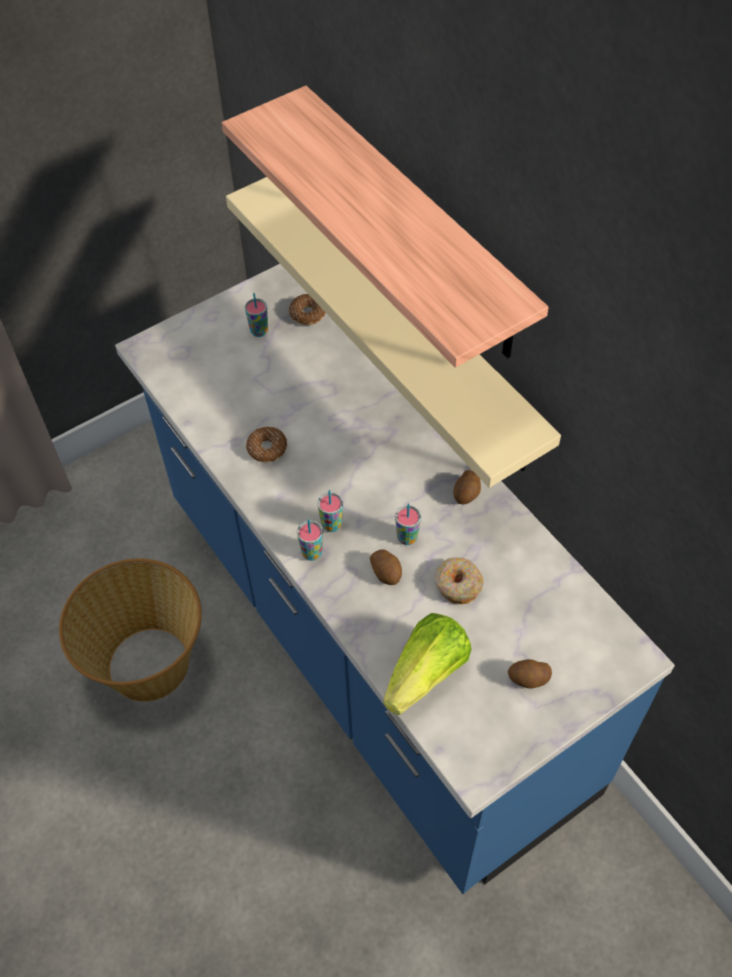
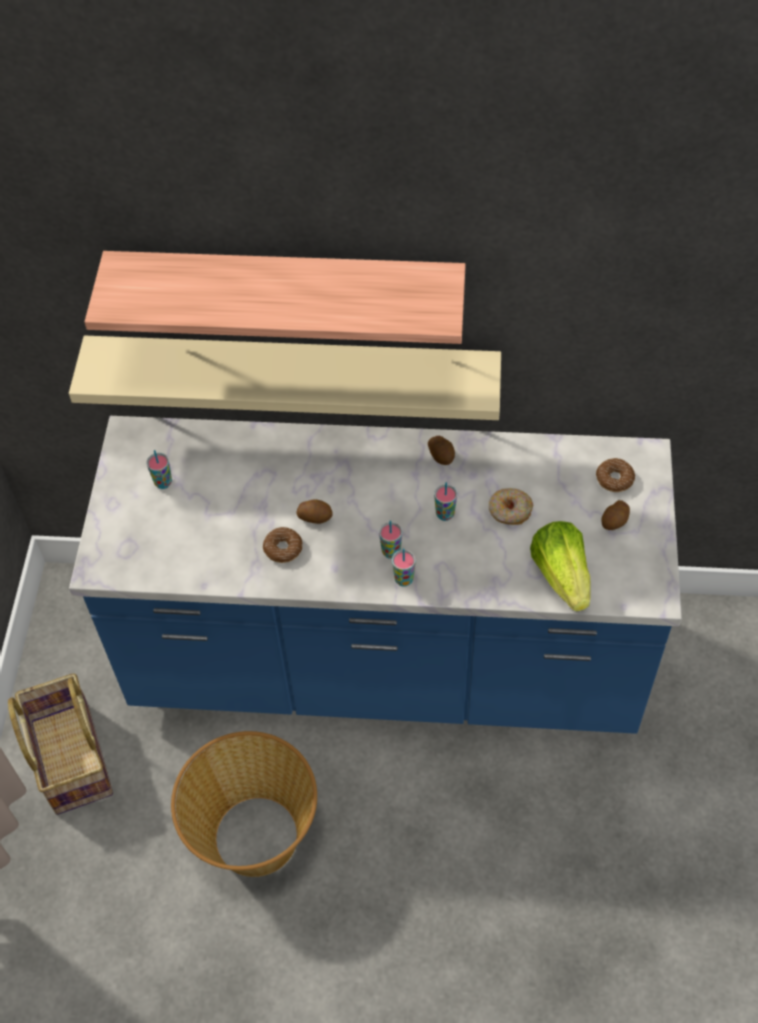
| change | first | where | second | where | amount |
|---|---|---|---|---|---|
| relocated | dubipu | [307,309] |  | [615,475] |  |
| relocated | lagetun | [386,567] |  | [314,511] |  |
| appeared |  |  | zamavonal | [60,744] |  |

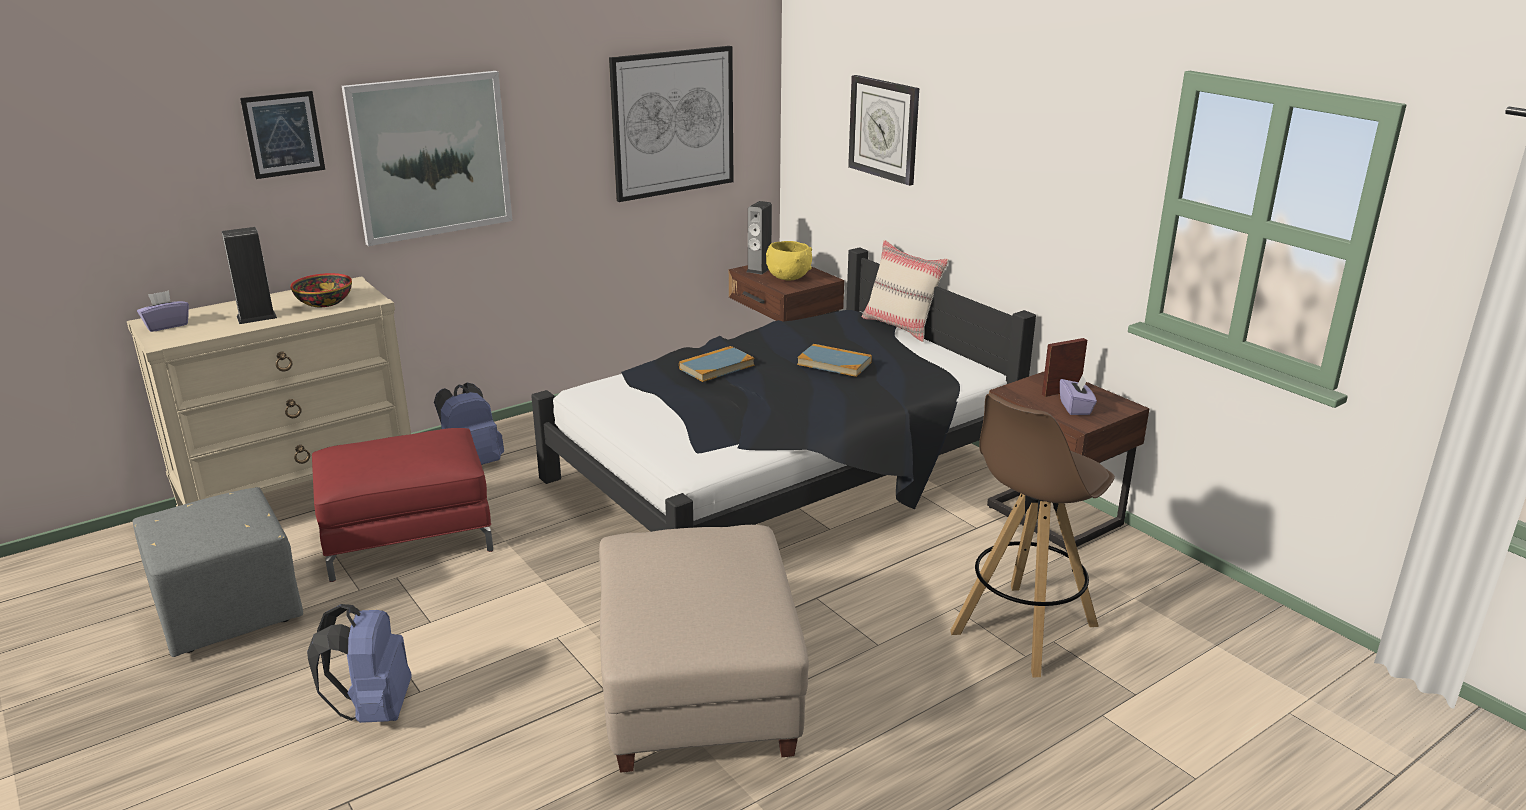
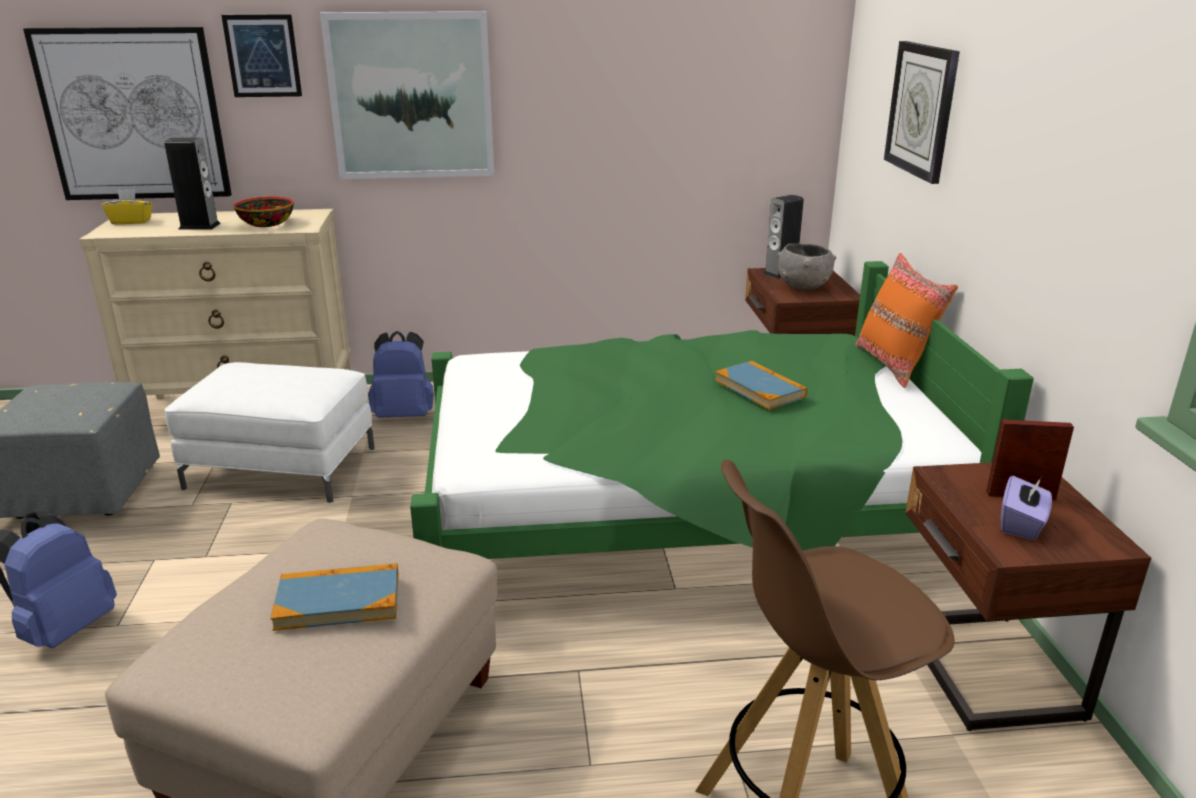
| change | first | where | second | where | amount |
|---|---|---|---|---|---|
| relocated | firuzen | [671,124] |  | [127,113] |  |
| colour | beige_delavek | [905,291] | orange_delavek | [906,320] |  |
| colour | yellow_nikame | [789,261] | grey_nikame | [806,266] |  |
| colour | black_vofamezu | [783,389] | green_vofamezu | [722,410] |  |
| colour | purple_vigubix | [163,311] | yellow_vigubix | [127,206] |  |
| relocated | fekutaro | [716,364] |  | [335,597] |  |
| colour | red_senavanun | [402,505] | white_senavanun | [270,432] |  |

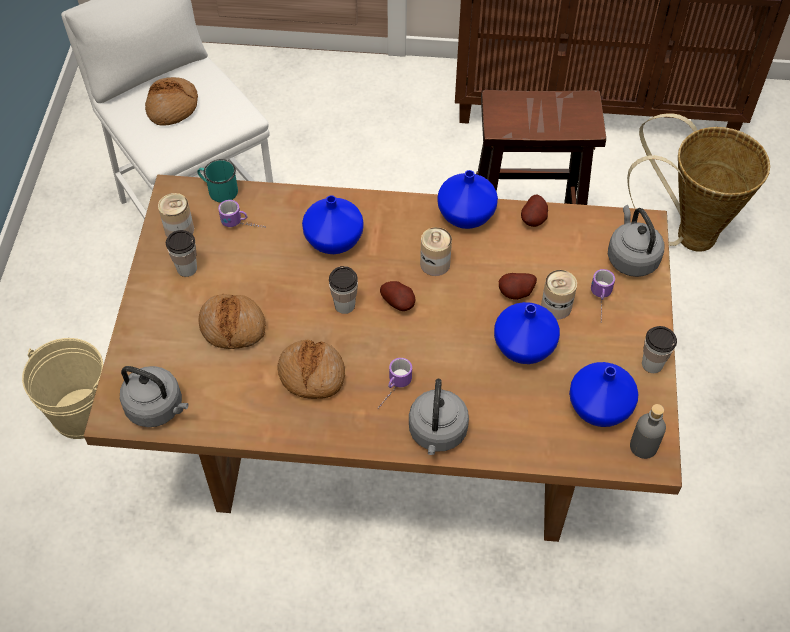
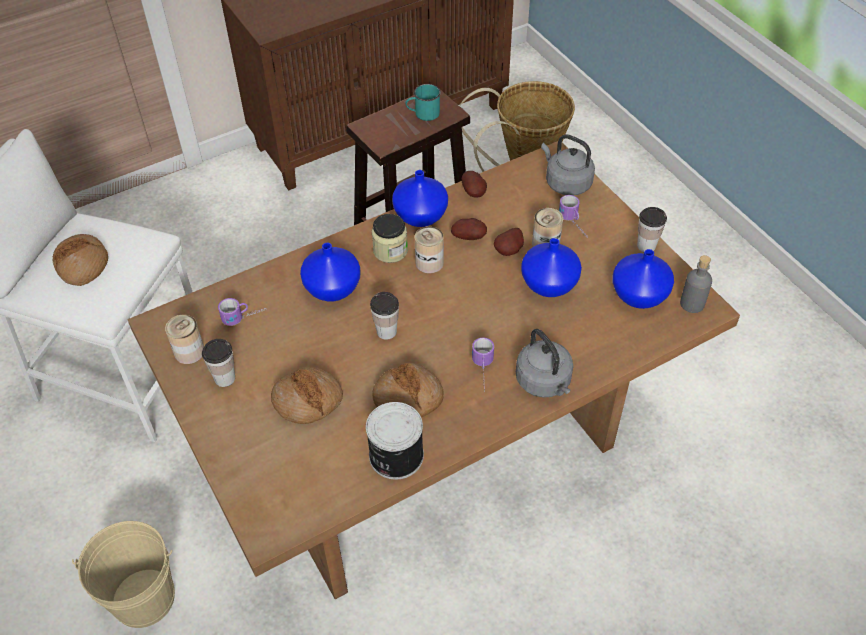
| change | first | where | second | where | amount |
|---|---|---|---|---|---|
| relocated | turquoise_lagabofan | [217,181] |  | [423,102] |  |
| relocated | lagetun | [397,296] |  | [469,229] |  |
| missing | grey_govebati | [154,396] |  |  |  |
| appeared |  |  | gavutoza | [390,238] |  |
| appeared |  |  | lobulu | [395,440] |  |

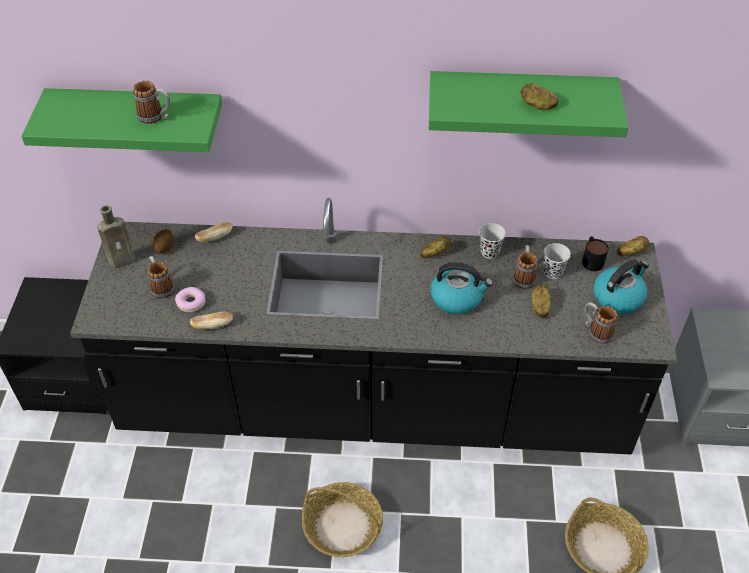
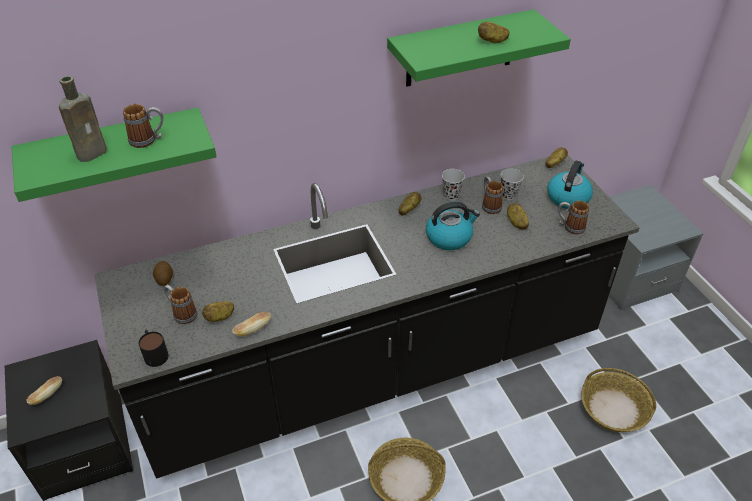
| change | first | where | second | where | amount |
|---|---|---|---|---|---|
| relocated | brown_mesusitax | [116,236] |  | [83,119] |  |
| relocated | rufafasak | [214,232] |  | [44,390] |  |
| relocated | lagabofan | [595,253] |  | [154,348] |  |
| exchanged | dubipu | [190,299] | lagetun | [218,311] |  |

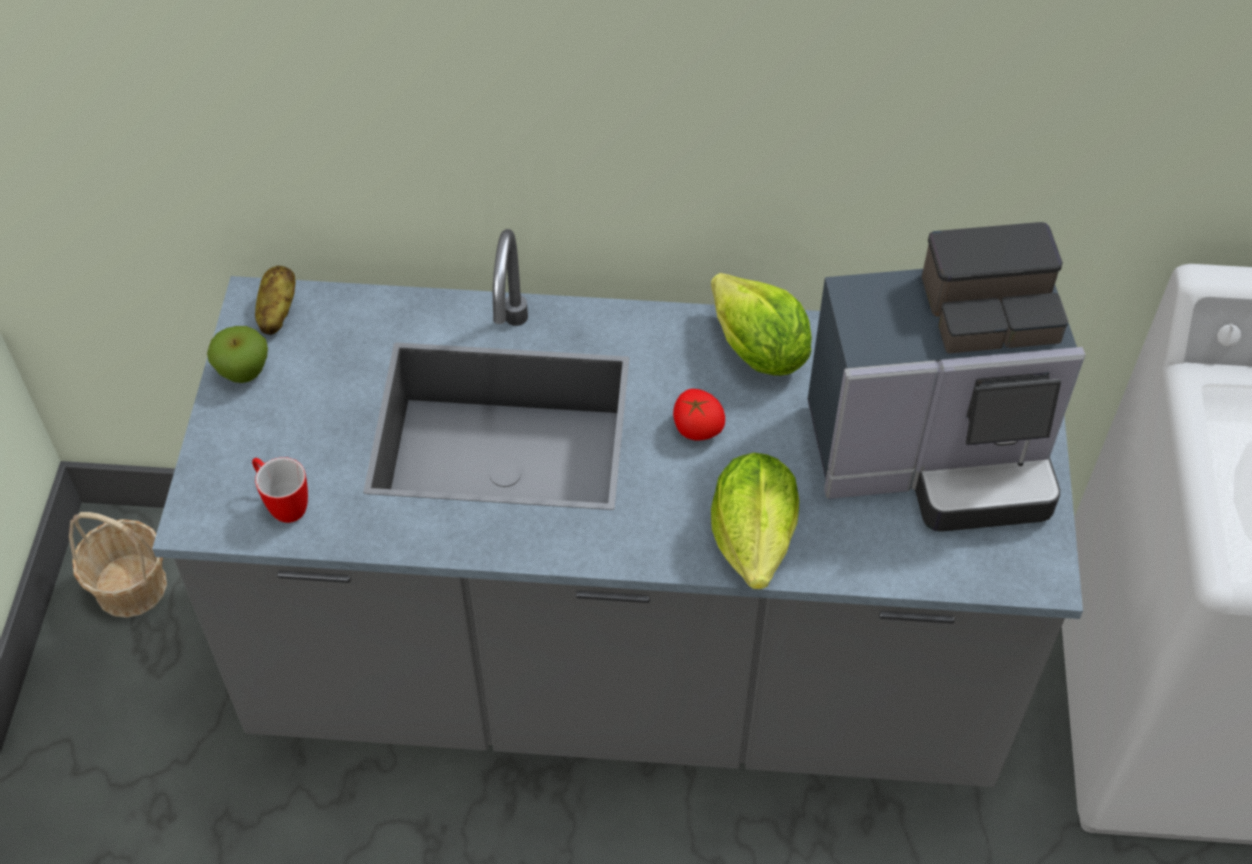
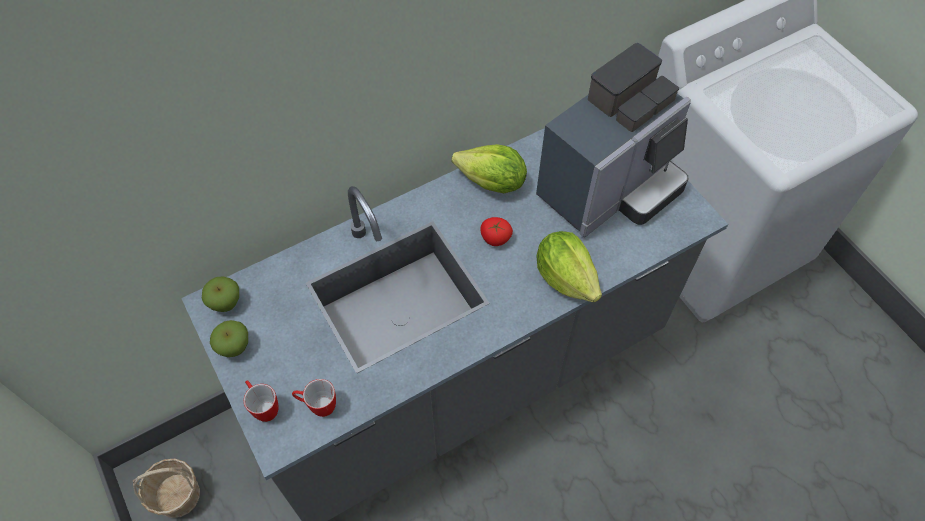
| change | first | where | second | where | amount |
|---|---|---|---|---|---|
| exchanged | lagetun | [275,300] | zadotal | [220,294] |  |
| appeared |  |  | lagabofan | [261,401] |  |

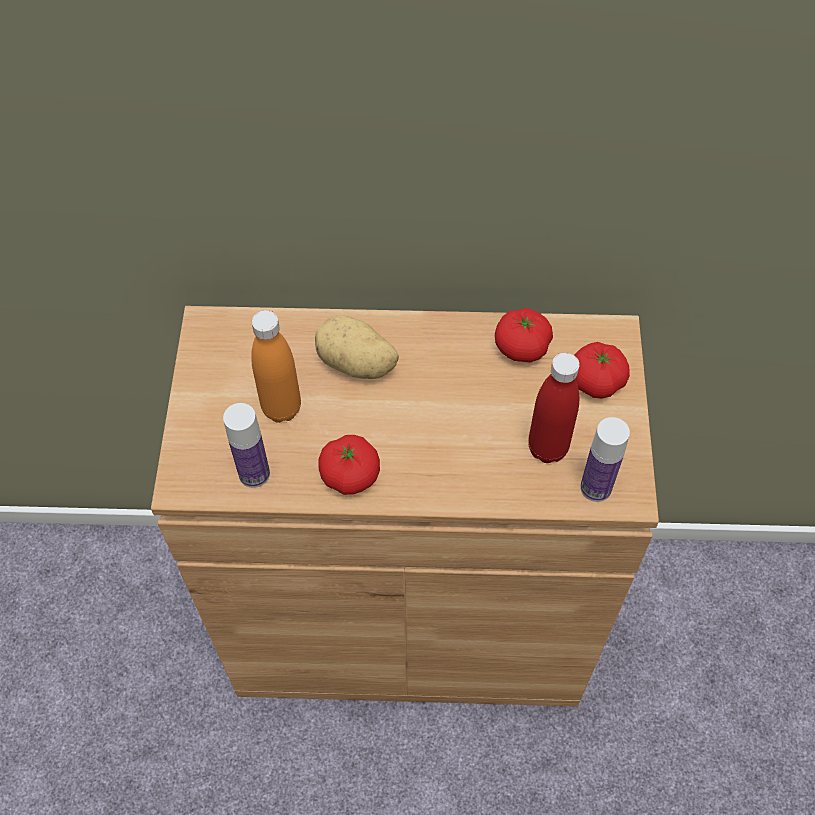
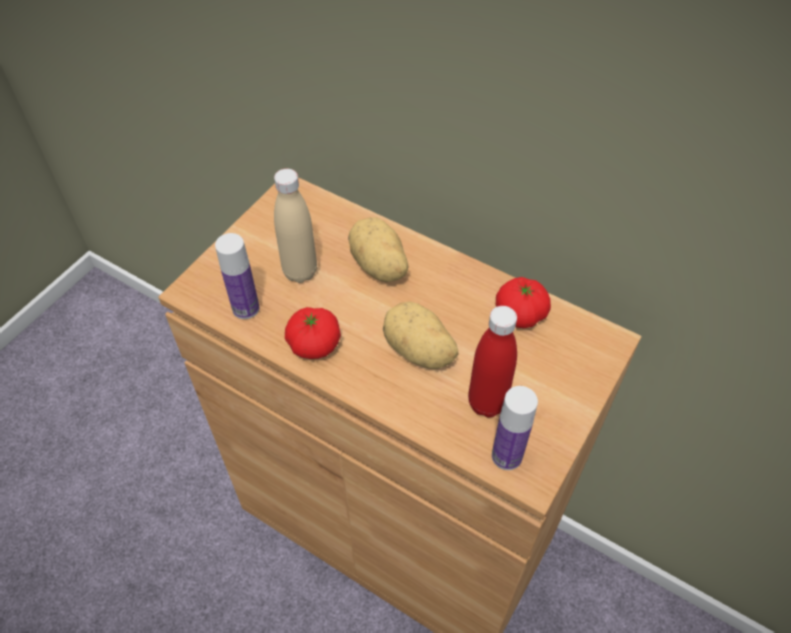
| change | first | where | second | where | amount |
|---|---|---|---|---|---|
| colour | orange_mesusitax | [276,366] | beige_mesusitax | [295,226] |  |
| missing | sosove | [602,370] |  |  |  |
| appeared |  |  | lagetun | [420,335] |  |

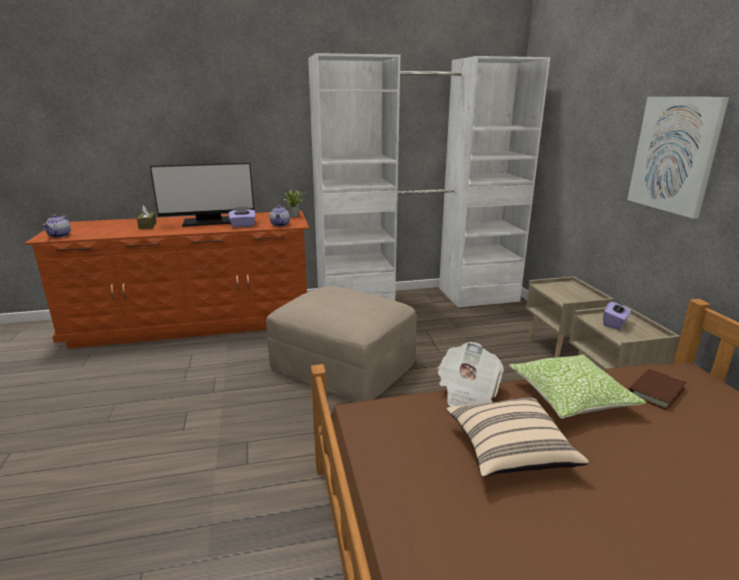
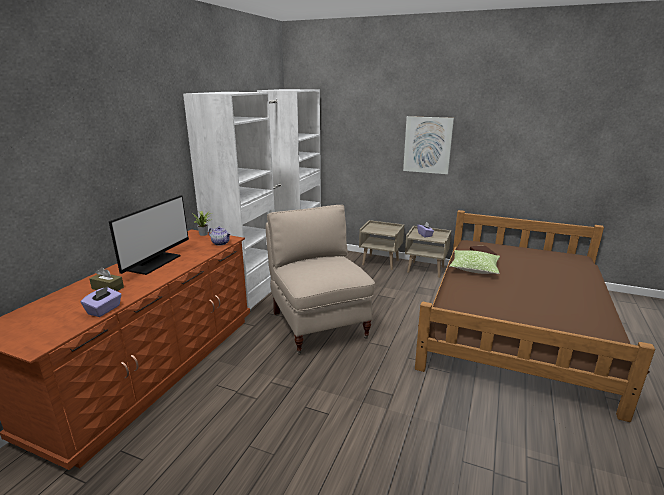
| change | first | where | second | where | amount |
|---|---|---|---|---|---|
| relocated | purple_vigubix | [242,217] |  | [101,301] |  |
| missing | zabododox | [57,226] |  |  |  |
| exchanged | beige_senavanun | [341,344] | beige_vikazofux | [320,280] |  |
| missing | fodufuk | [470,374] |  |  |  |
| missing | beige_delavek | [518,438] |  |  |  |

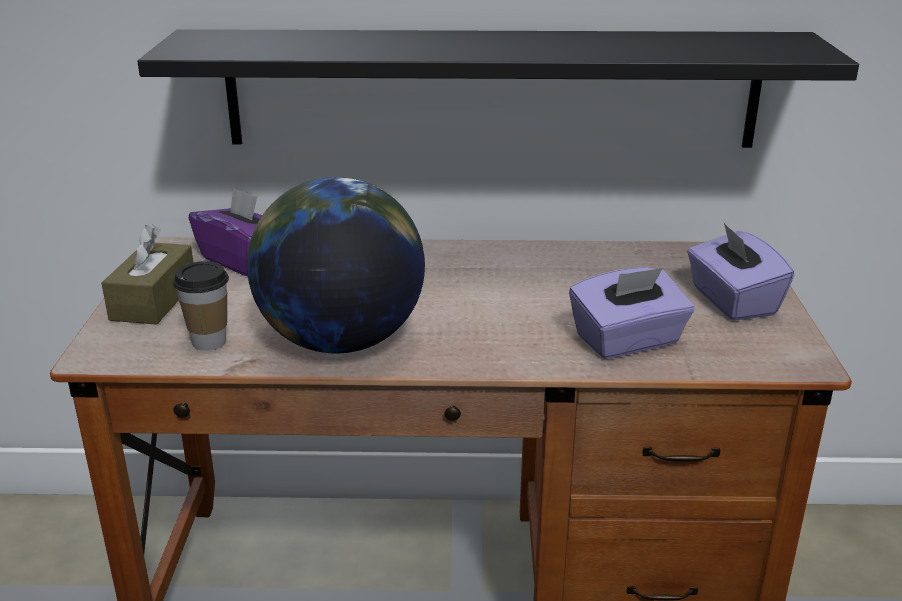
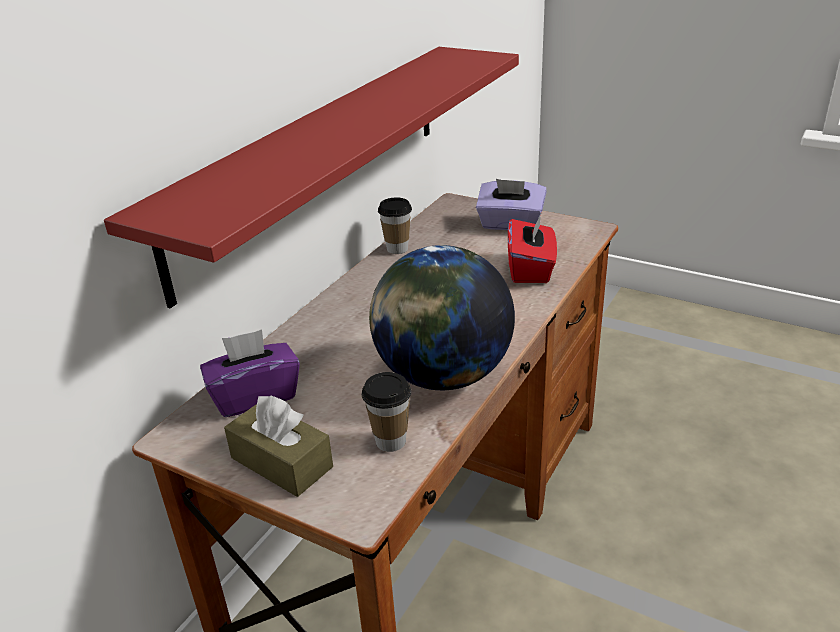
| change | first | where | second | where | amount |
|---|---|---|---|---|---|
| colour | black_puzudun | [498,88] | red_puzudun | [311,177] |  |
| colour | purple_vigubix | [631,313] | red_vigubix | [532,248] |  |
| appeared |  |  | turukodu | [395,226] |  |

